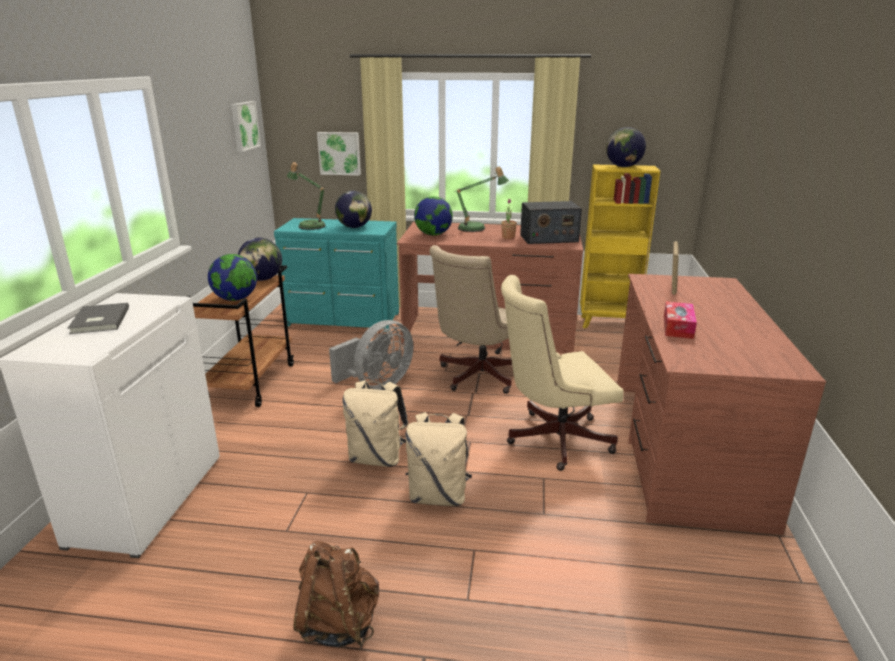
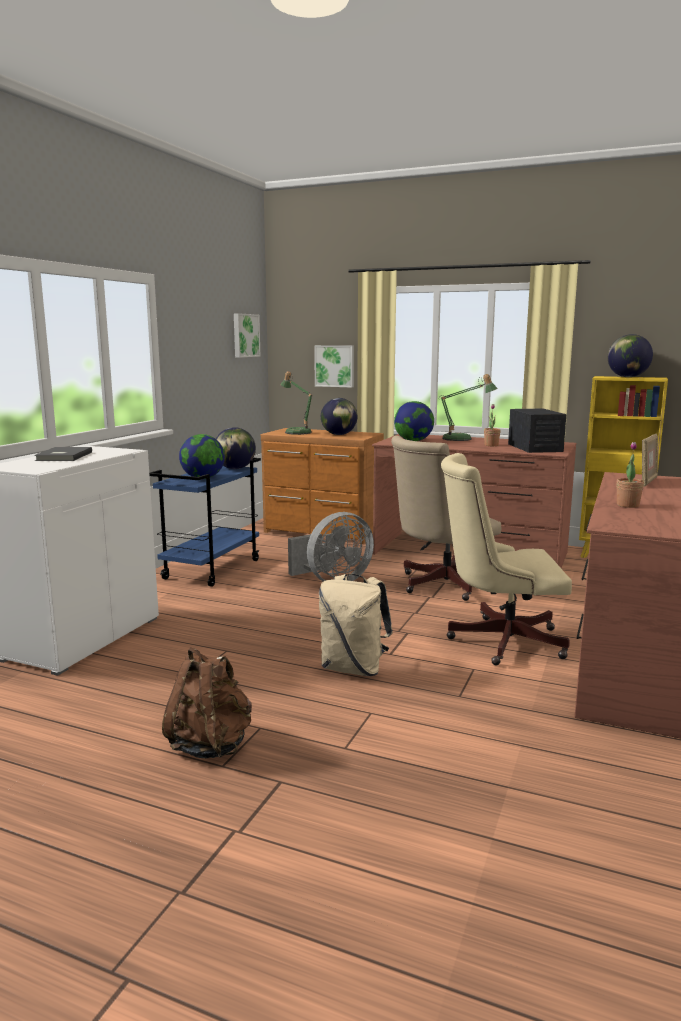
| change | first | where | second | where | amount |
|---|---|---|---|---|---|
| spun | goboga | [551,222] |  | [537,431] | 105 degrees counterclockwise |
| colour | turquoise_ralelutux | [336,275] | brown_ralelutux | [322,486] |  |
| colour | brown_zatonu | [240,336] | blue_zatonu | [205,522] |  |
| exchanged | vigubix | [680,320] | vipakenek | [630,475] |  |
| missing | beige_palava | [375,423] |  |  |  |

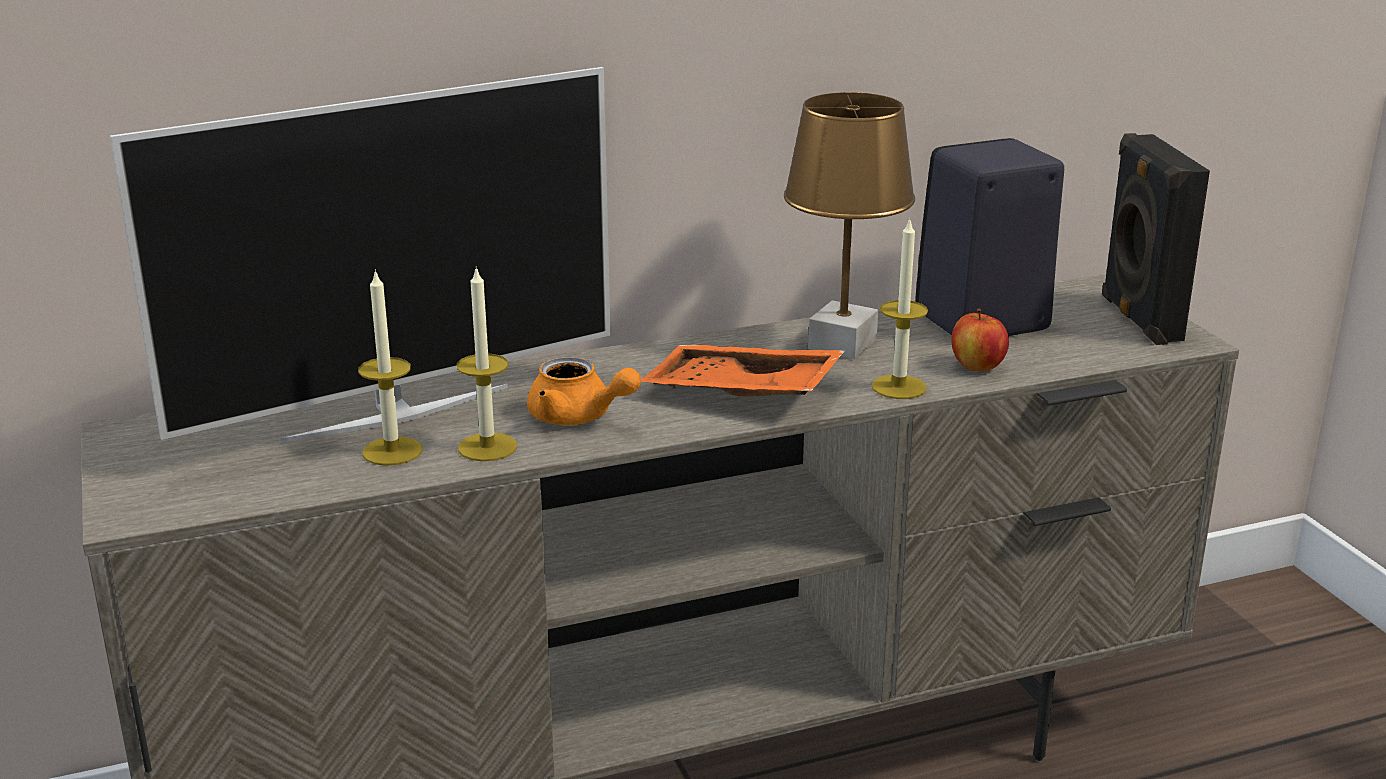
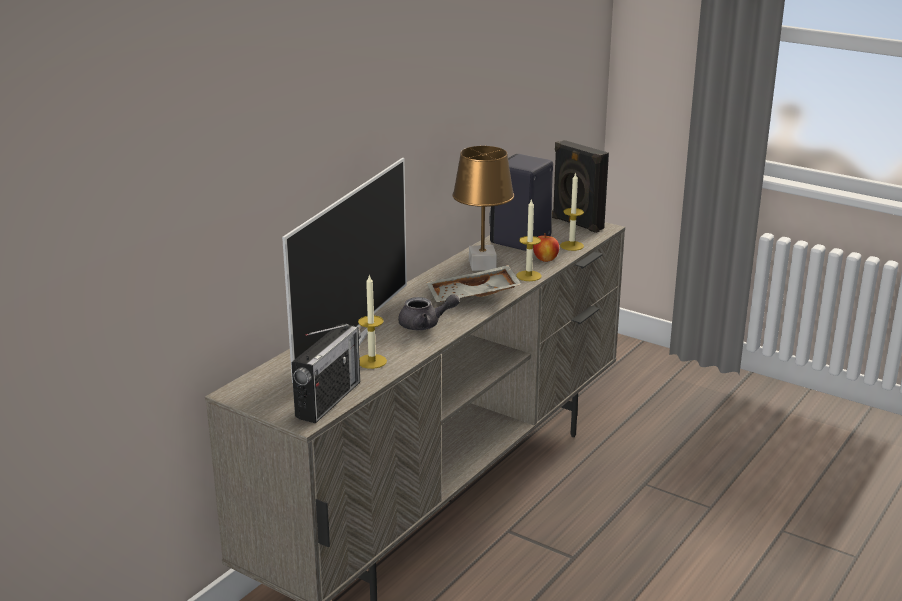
| change | first | where | second | where | amount |
|---|---|---|---|---|---|
| relocated | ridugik | [487,363] |  | [572,211] |  |
| colour | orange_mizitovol | [743,371] | grey_mizitovol | [474,283] |  |
| colour | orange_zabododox | [584,391] | grey_zabododox | [429,312] |  |
| appeared |  |  | goboga | [326,373] |  |

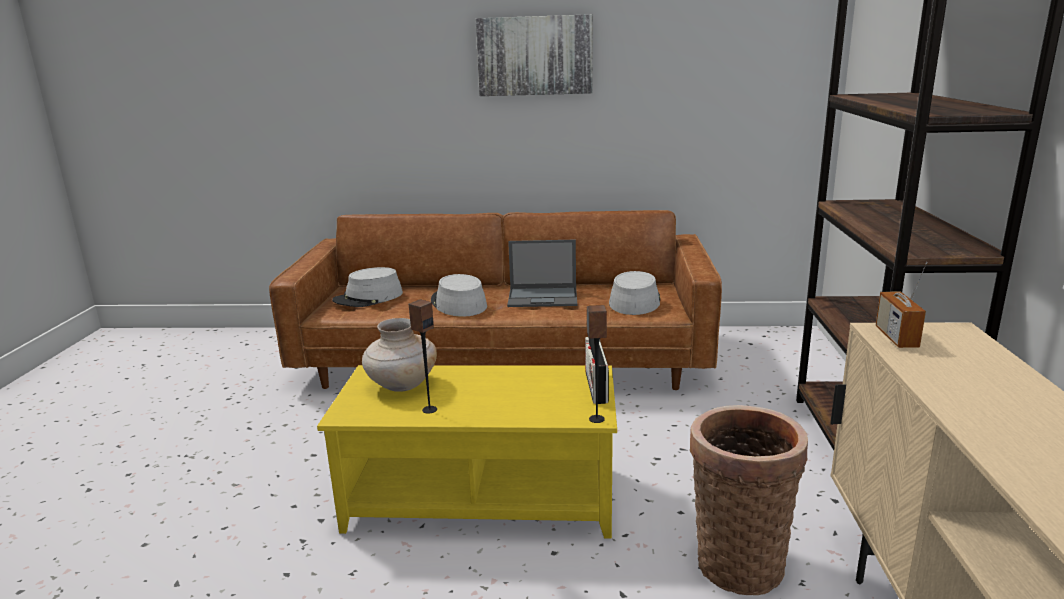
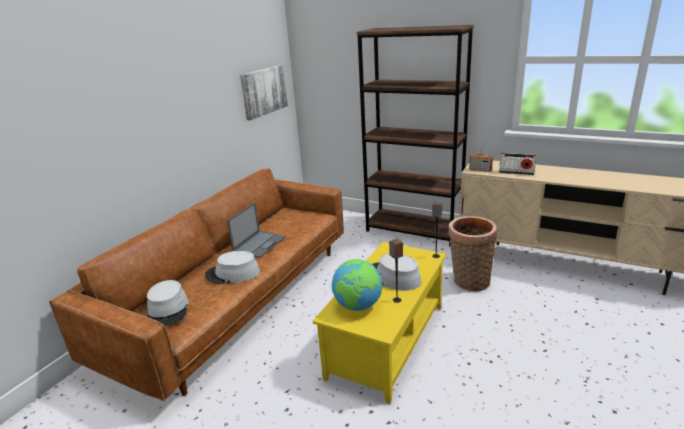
| change | first | where | second | where | amount |
|---|---|---|---|---|---|
| relocated | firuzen | [534,55] |  | [264,92] |  |
| relocated | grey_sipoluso | [634,293] |  | [396,272] |  |
| exchanged | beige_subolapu | [399,355] | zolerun | [357,285] |  |
| relocated | goboga | [597,370] |  | [517,164] |  |

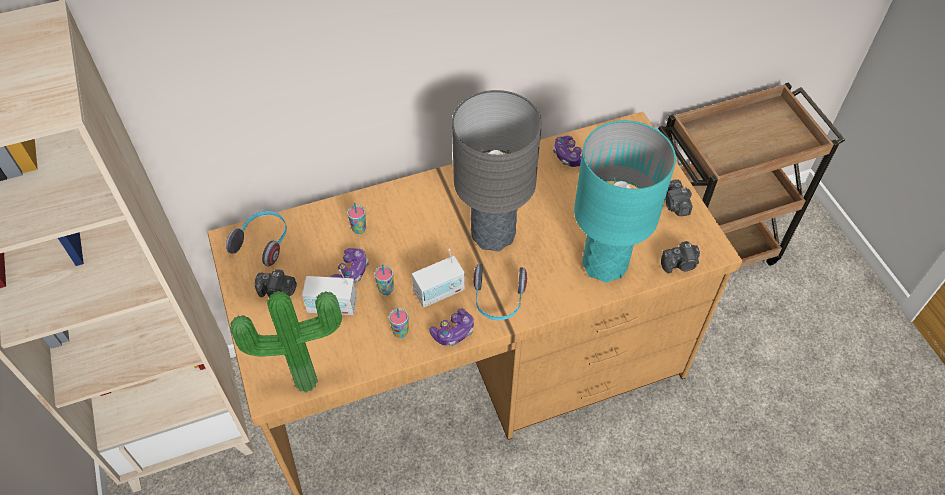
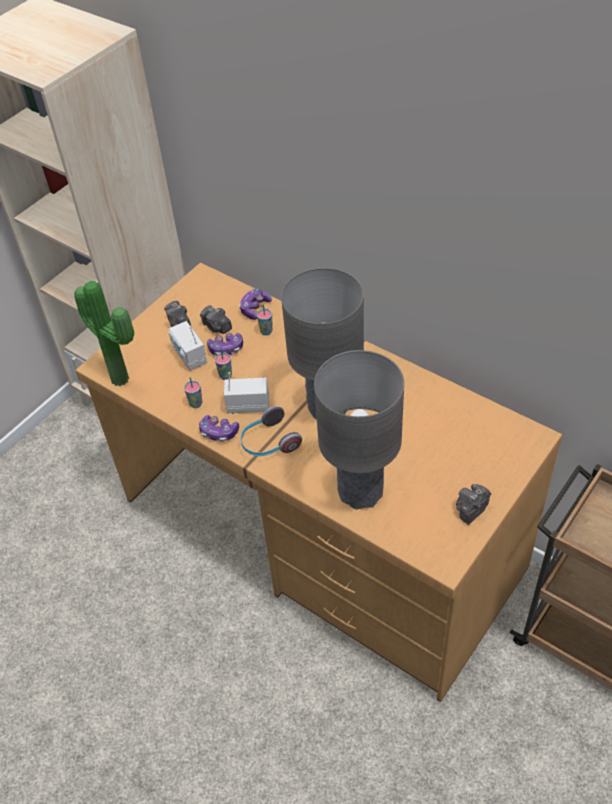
| change | first | where | second | where | amount |
|---|---|---|---|---|---|
| colour | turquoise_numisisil | [625,201] | grey_numisisil | [359,430] |  |
| relocated | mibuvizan | [567,151] |  | [255,304] |  |
| missing | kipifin | [256,238] |  |  |  |
| relocated | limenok | [680,257] |  | [216,320] |  |
| spun | goboga | [438,278] |  | [246,393] | 150 degrees clockwise |

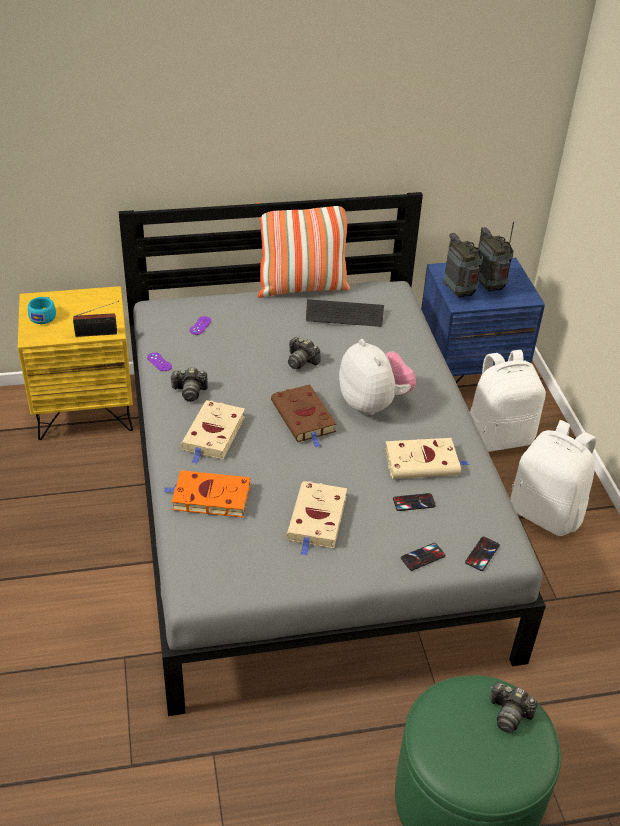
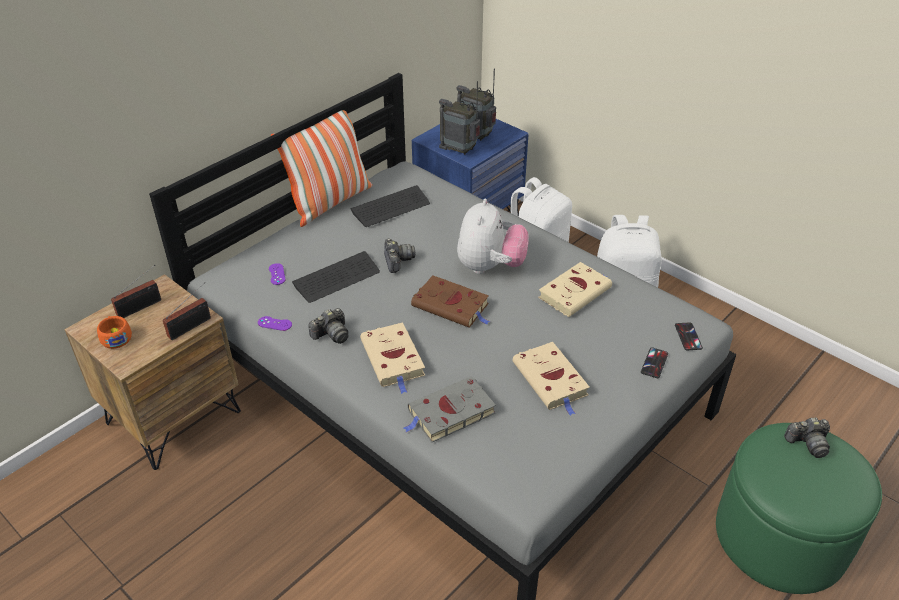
| change | first | where | second | where | amount |
|---|---|---|---|---|---|
| colour | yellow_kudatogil | [75,363] | brown_kudatogil | [153,372] |  |
| colour | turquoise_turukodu | [42,310] | orange_turukodu | [114,332] |  |
| spun | limenok | [304,353] |  | [399,255] | 105 degrees counterclockwise |
| spun | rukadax | [377,377] |  | [493,236] | 75 degrees clockwise |
| colour | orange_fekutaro | [207,494] | grey_fekutaro | [450,409] |  |
| missing | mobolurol | [414,502] |  |  |  |
| appeared |  |  | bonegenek | [336,277] |  |
| appeared |  |  | goboga | [136,291] |  |

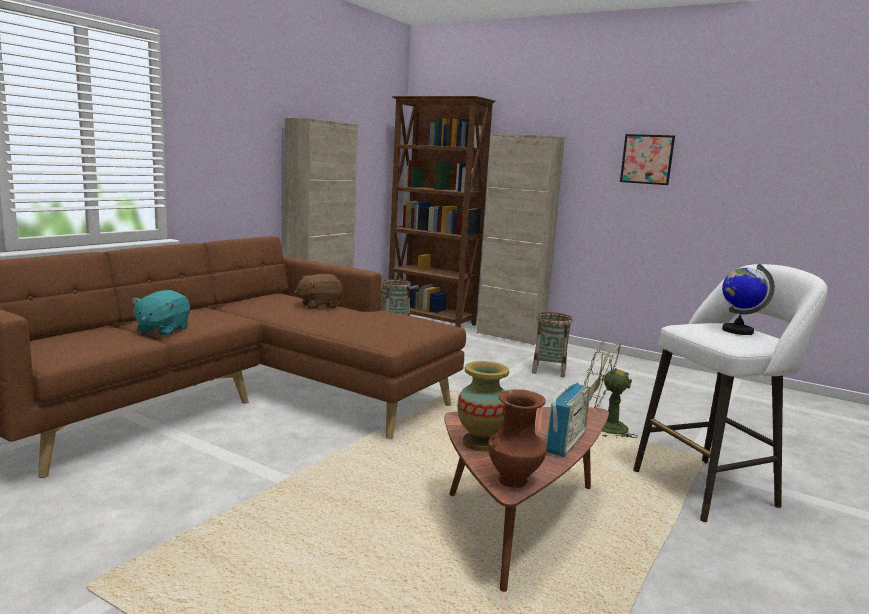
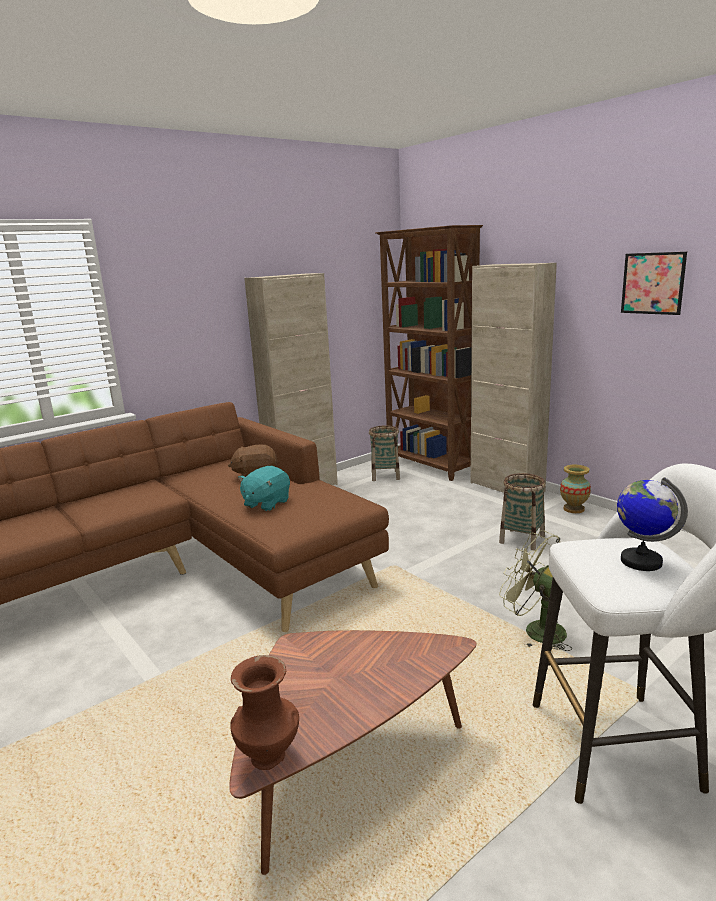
| change | first | where | second | where | amount |
|---|---|---|---|---|---|
| relocated | turquoise_rukadax | [160,313] |  | [264,488] |  |
| relocated | subolapu | [483,406] |  | [575,489] |  |
| missing | goboga | [568,420] |  |  |  |

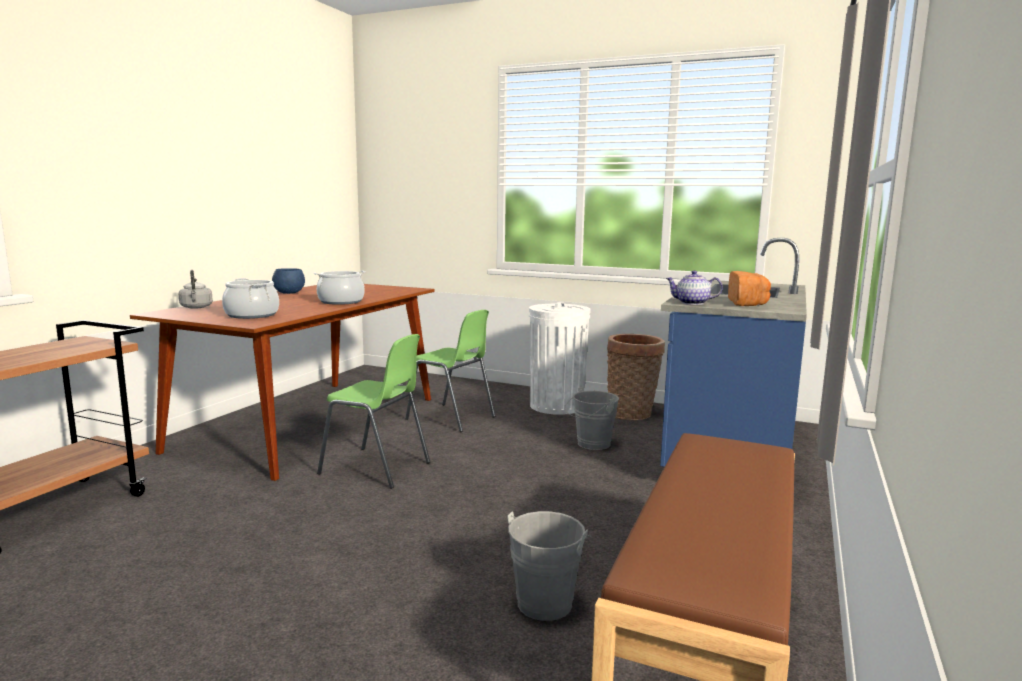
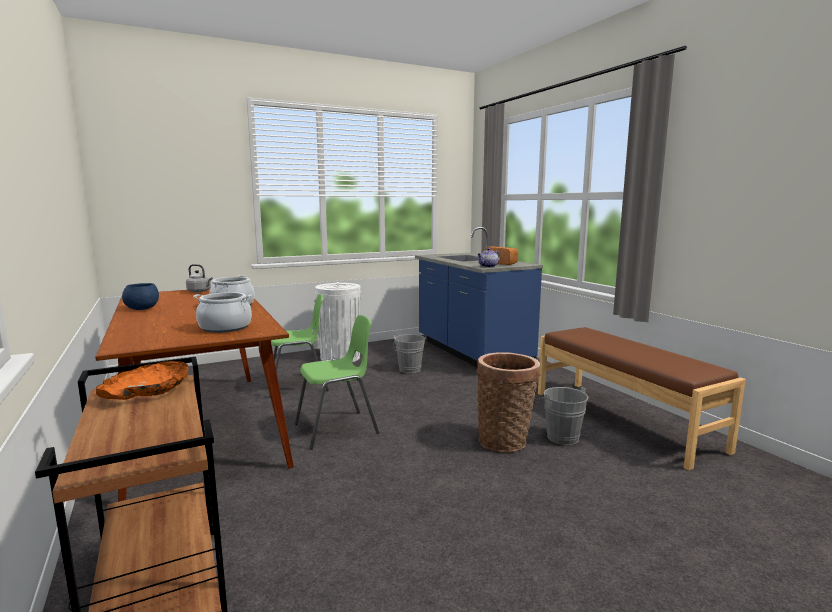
| change | first | where | second | where | amount |
|---|---|---|---|---|---|
| relocated | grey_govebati | [196,289] |  | [199,278] |  |
| relocated | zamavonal | [636,377] |  | [508,402] |  |
| appeared |  |  | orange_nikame | [142,380] |  |

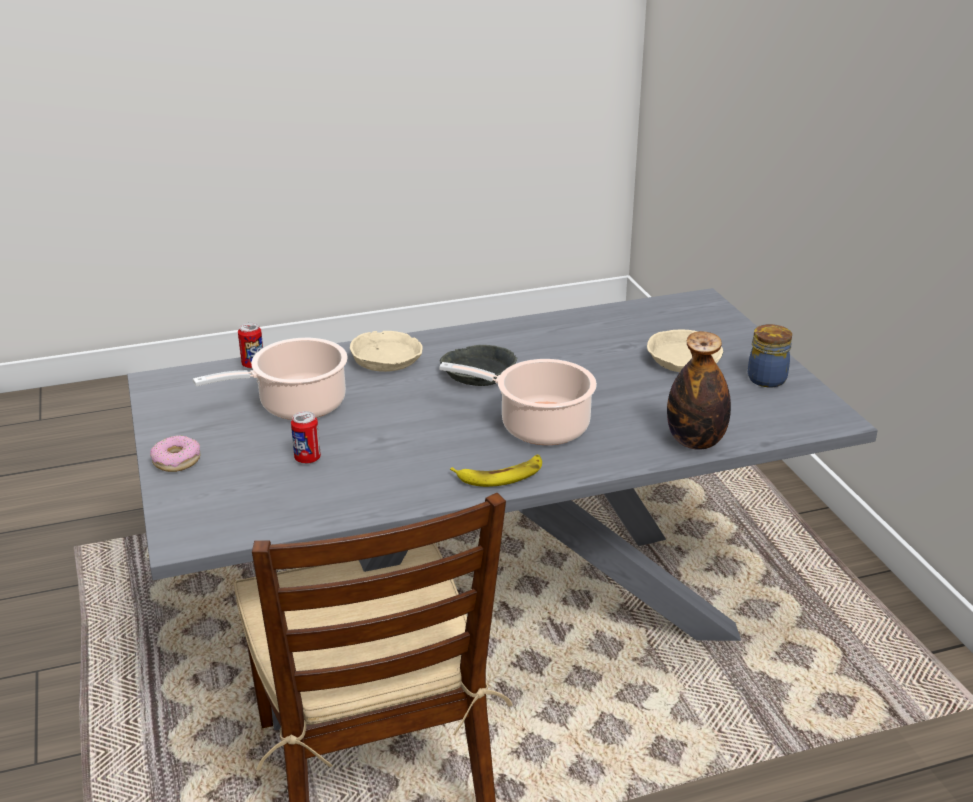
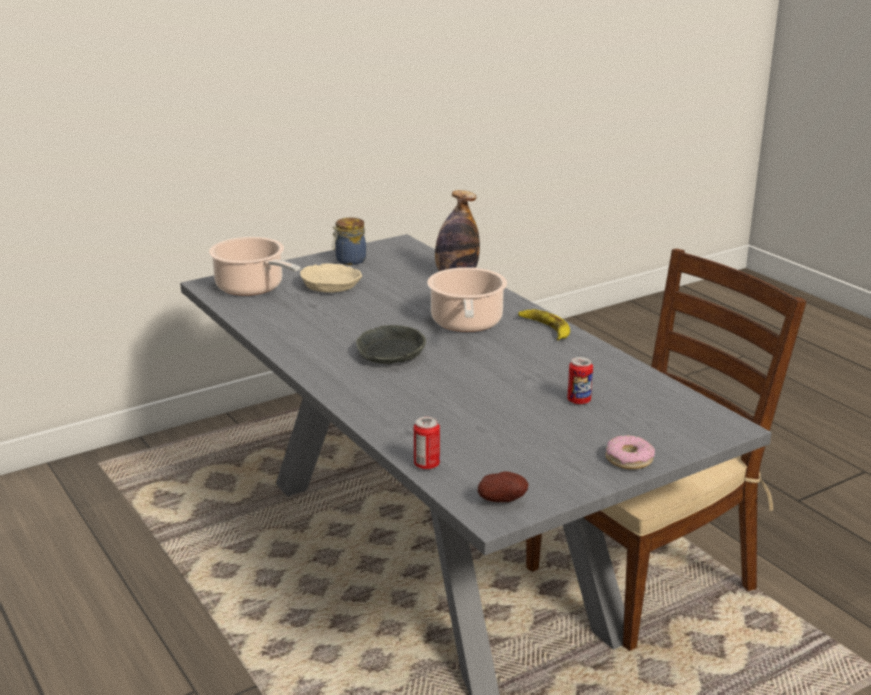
| change | first | where | second | where | amount |
|---|---|---|---|---|---|
| missing | beige_nikame | [386,351] |  |  |  |
| relocated | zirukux | [270,379] |  | [255,266] |  |
| appeared |  |  | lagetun | [503,486] |  |

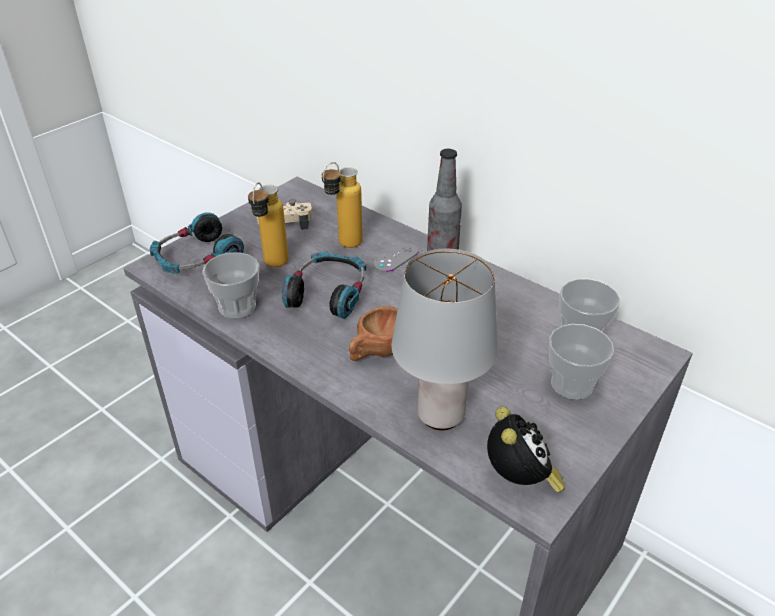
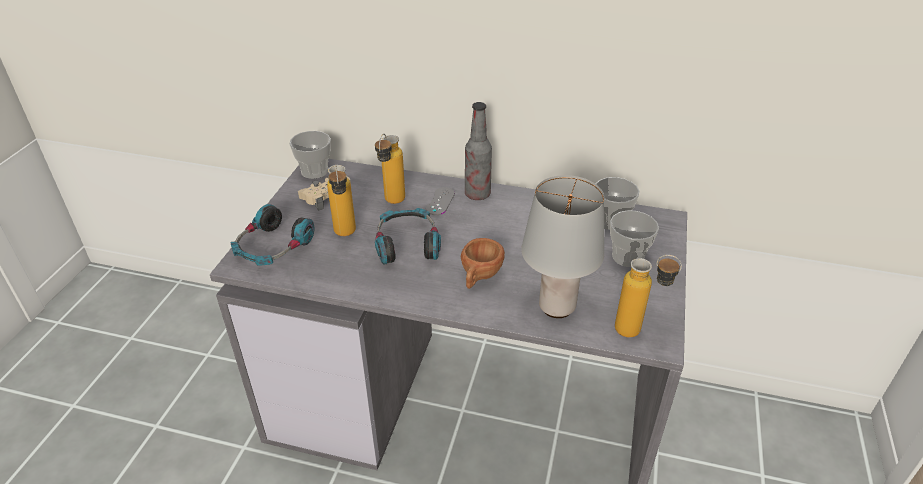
| change | first | where | second | where | amount |
|---|---|---|---|---|---|
| relocated | turukodu | [230,285] |  | [310,155] |  |
| exchanged | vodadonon | [526,450] | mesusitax | [648,296] |  |

